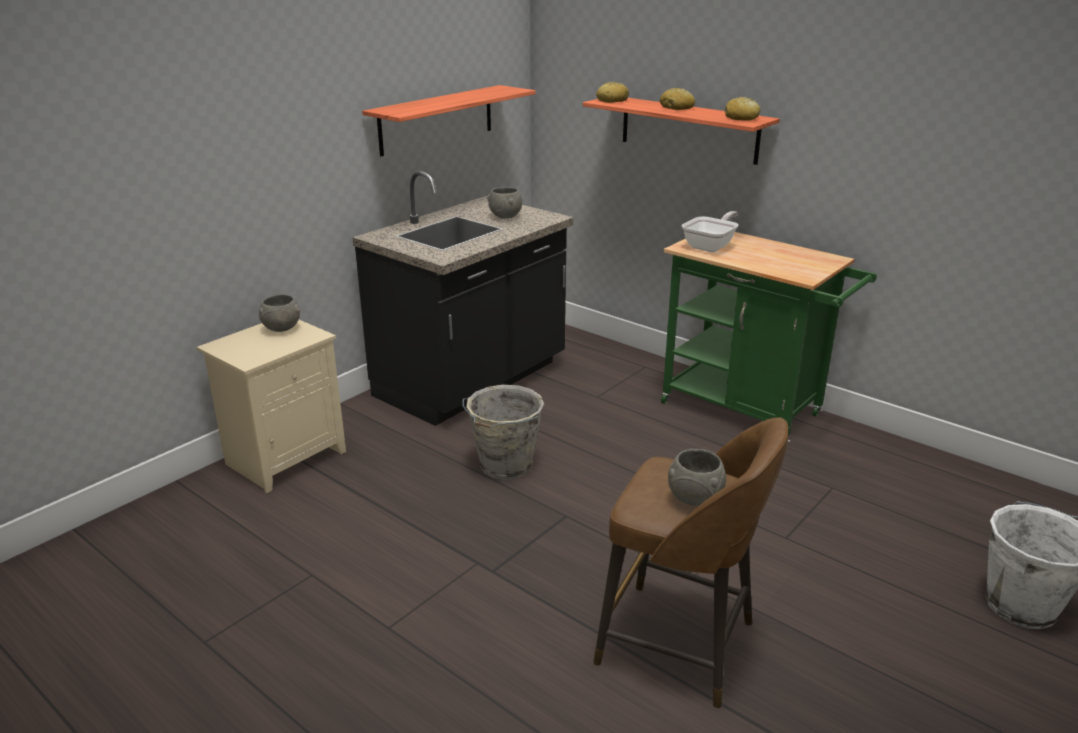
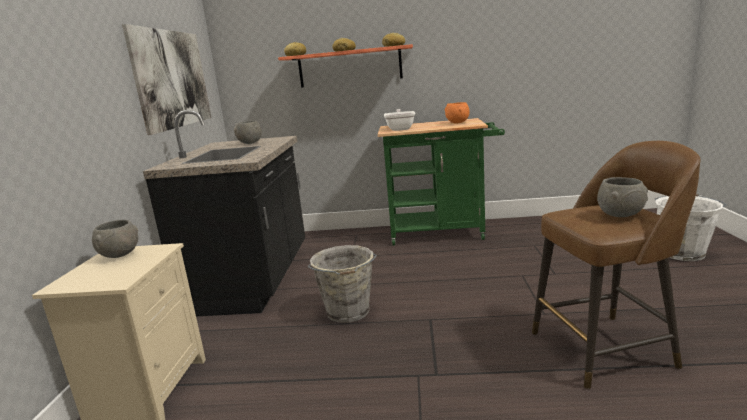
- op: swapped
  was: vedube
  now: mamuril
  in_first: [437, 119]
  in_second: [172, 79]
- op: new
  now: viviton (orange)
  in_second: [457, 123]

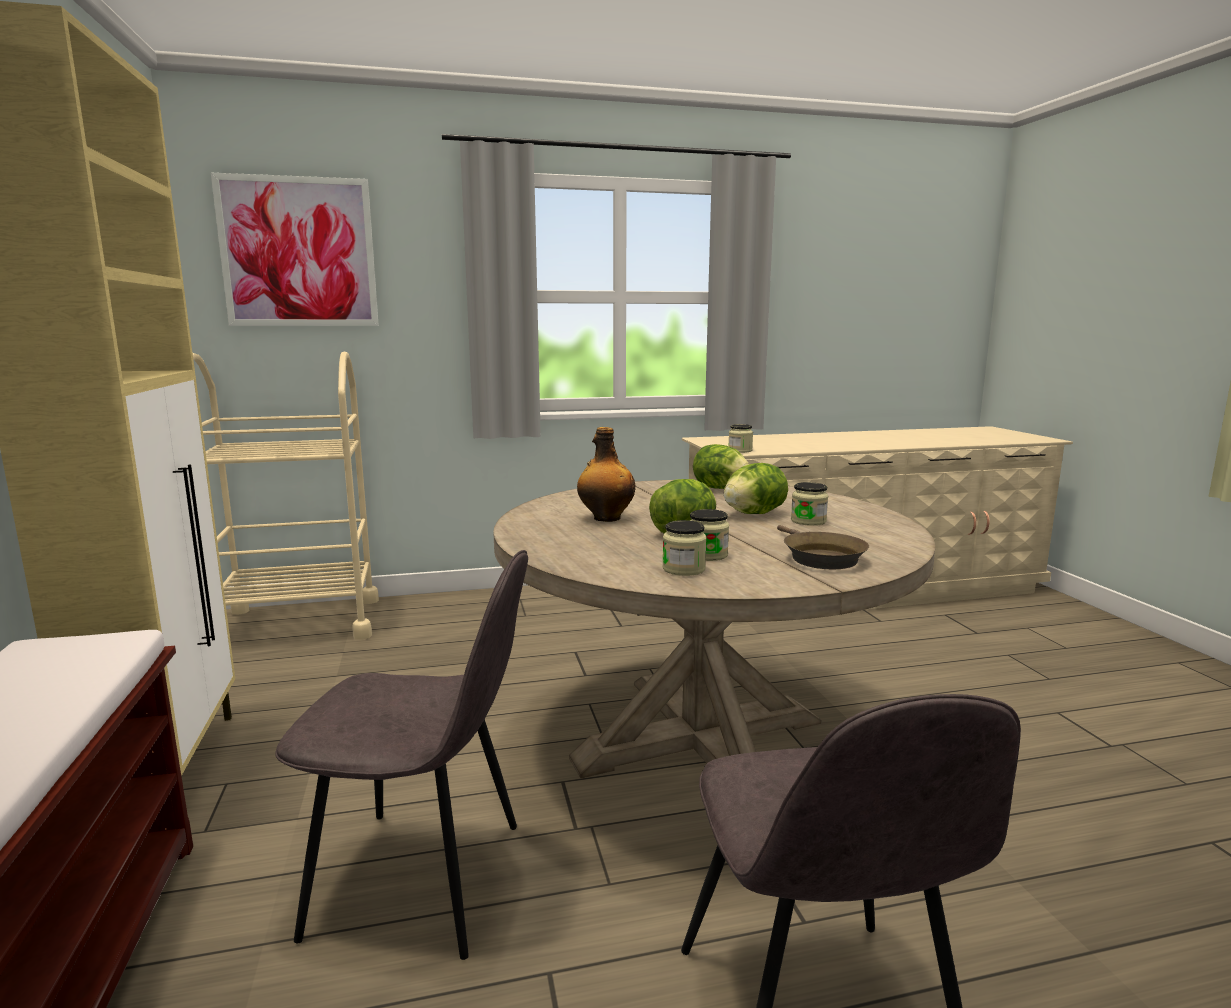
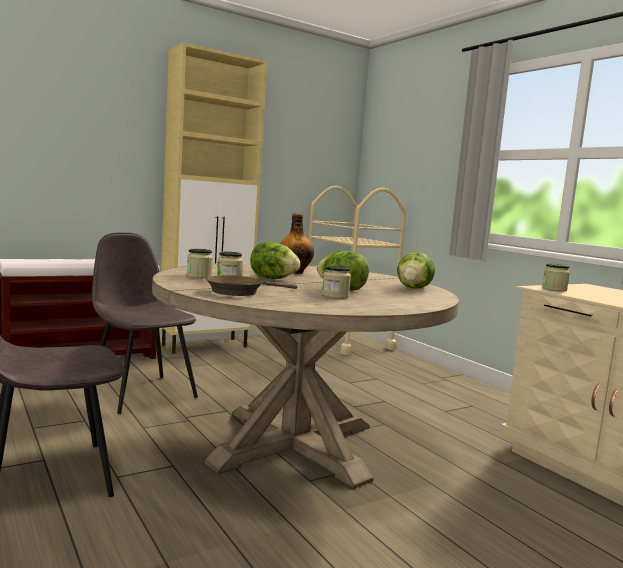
- op: rotated
  was: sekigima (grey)
  in_first: [423, 880]
  in_second: [141, 393]
  clockwise: 150
- op: gone
  was: mamuril
  in_first: [298, 252]

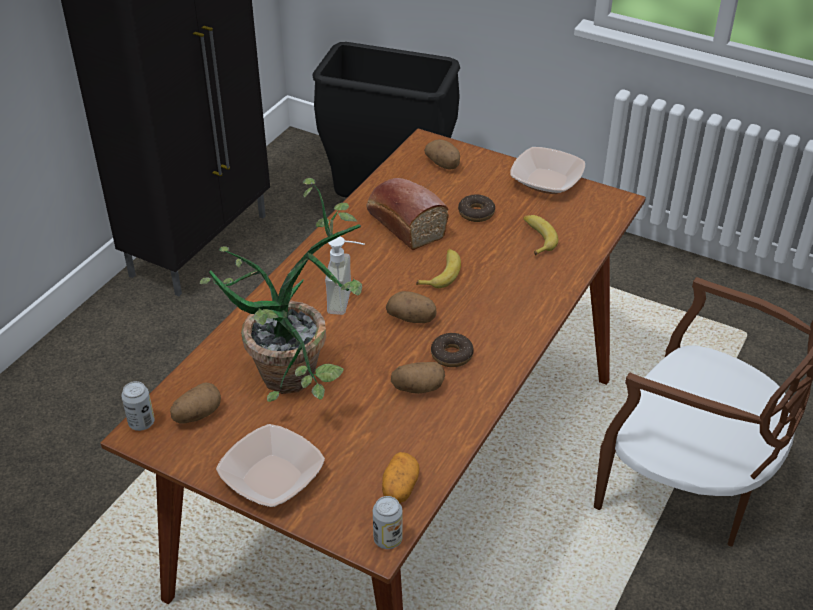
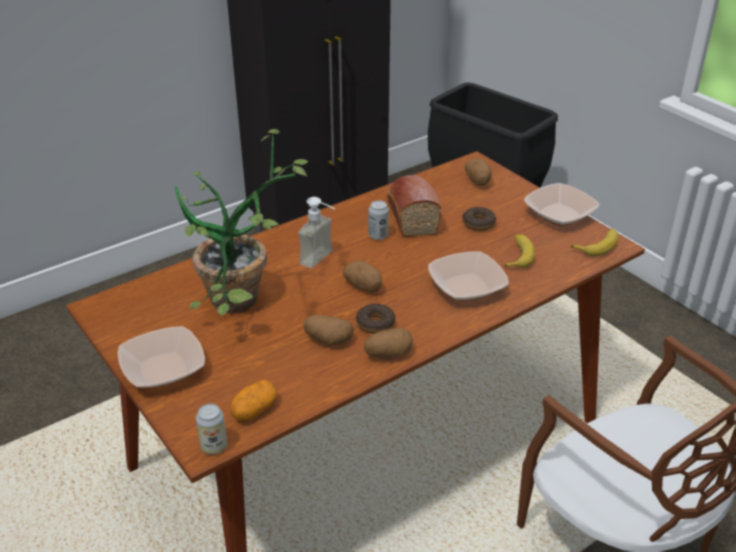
- op: shifted
  was: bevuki
  in_first: [197, 415]
  in_second: [388, 354]
- op: shifted
  was: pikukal
  in_first: [141, 423]
  in_second: [378, 236]
- op: new
  now: viviton
  in_second: [466, 287]
- op: shifted
  was: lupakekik
  in_first: [441, 273]
  in_second: [598, 246]

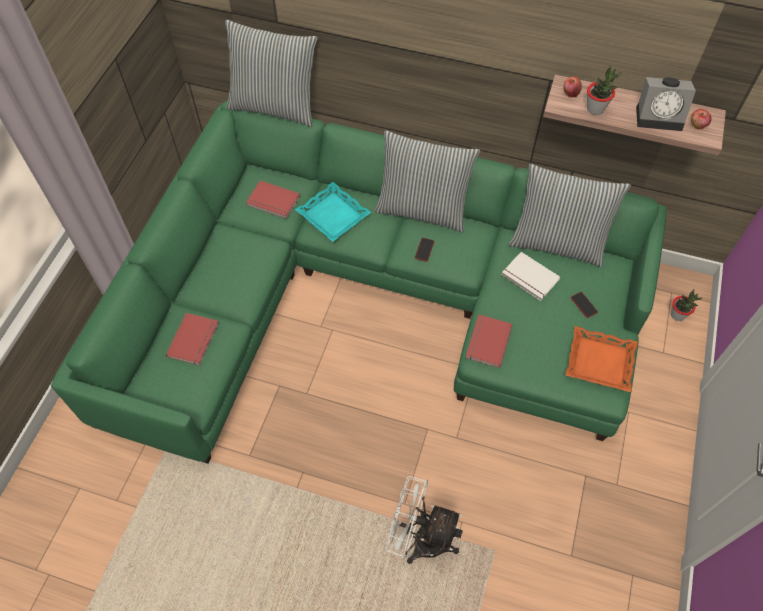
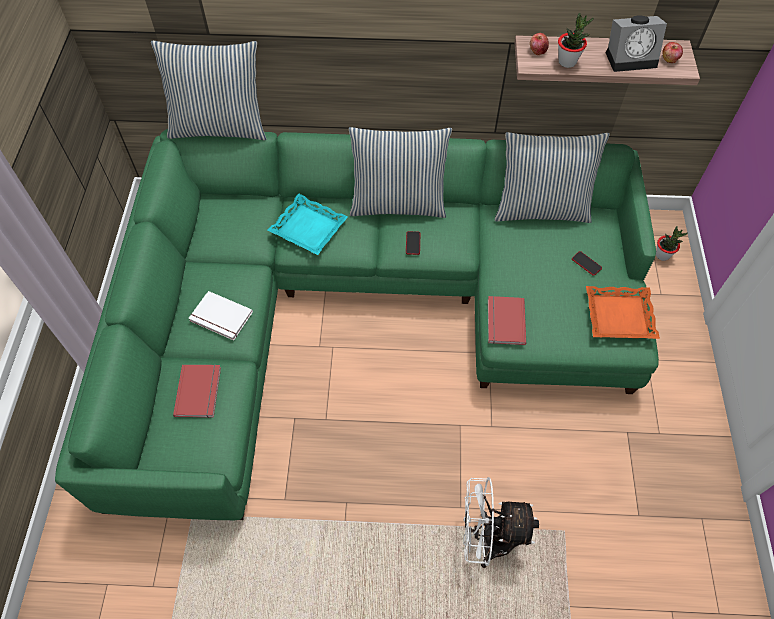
- op: shifted
  was: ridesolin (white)
  in_first: [529, 278]
  in_second: [220, 318]
- op: gone
  was: ridesolin (red)
  in_first: [272, 202]

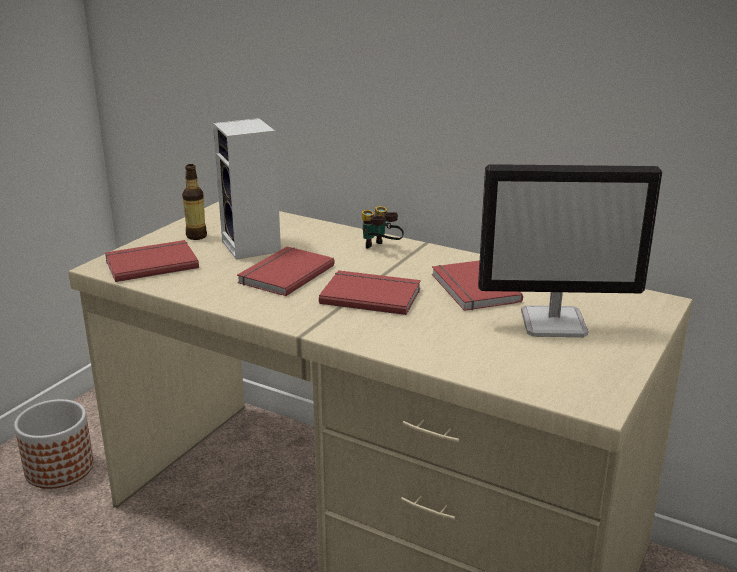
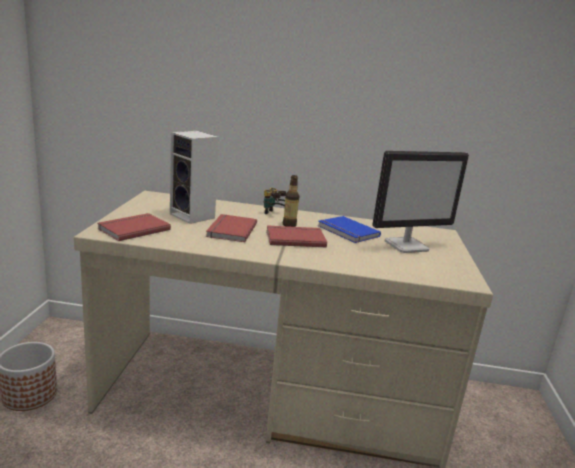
- op: shifted
  was: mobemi
  in_first: [196, 236]
  in_second: [289, 225]
- op: repainted
  was: ridesolin (red)
  now: ridesolin (blue)
  in_first: [472, 289]
  in_second: [347, 231]

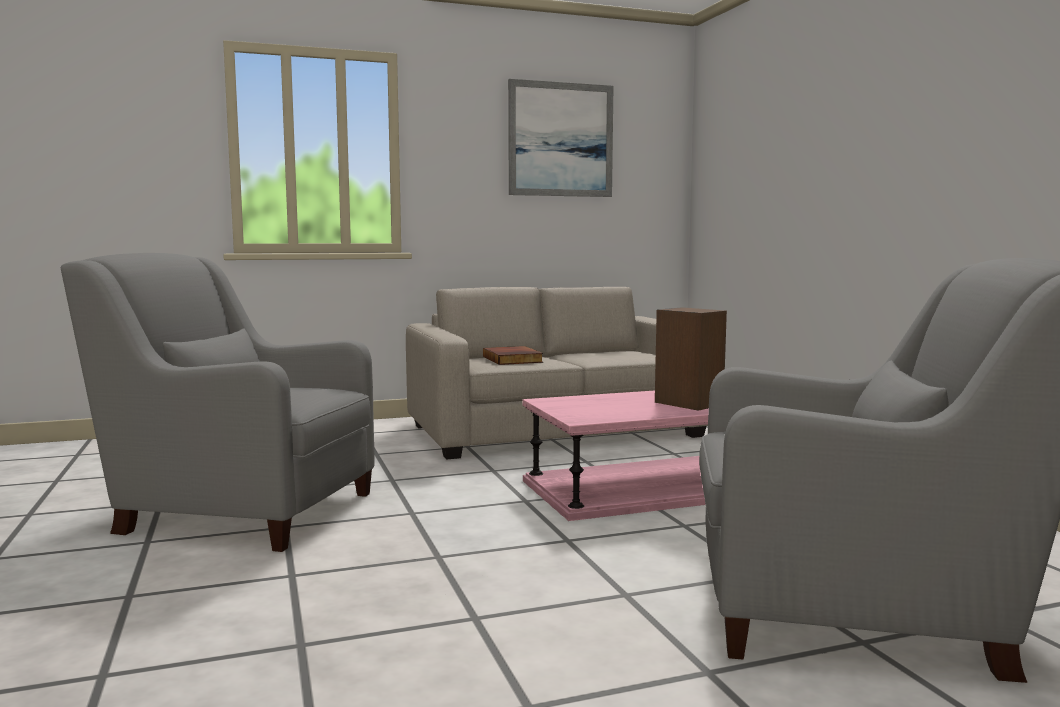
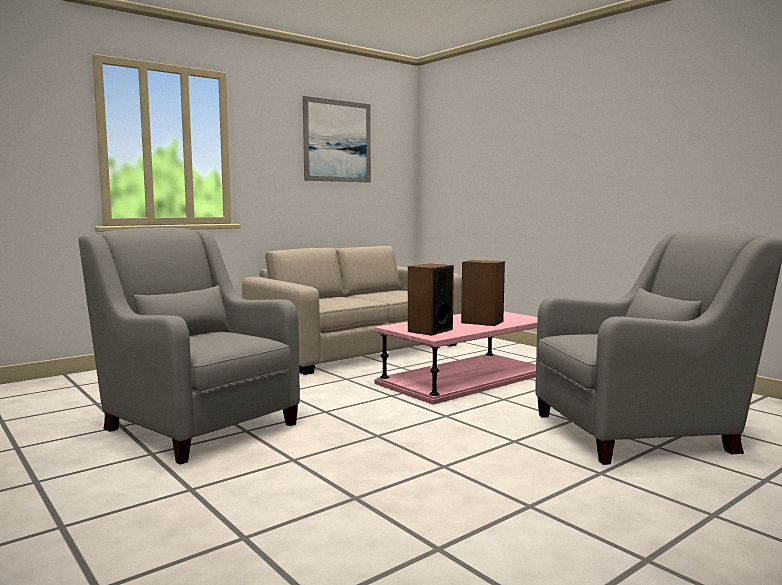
- op: rotated
  was: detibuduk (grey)
  in_first: [241, 511]
  in_second: [197, 424]
  clockwise: 45
- op: new
  now: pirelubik
  in_second: [430, 330]
- op: gone
  was: ridesolin
  in_first: [513, 359]

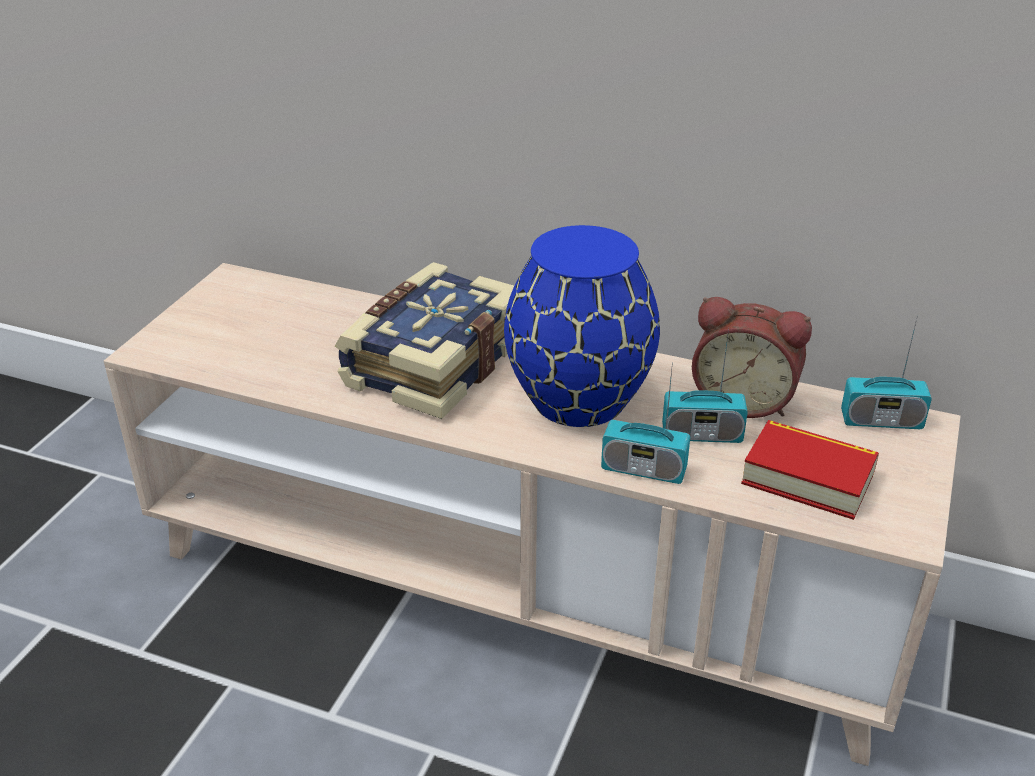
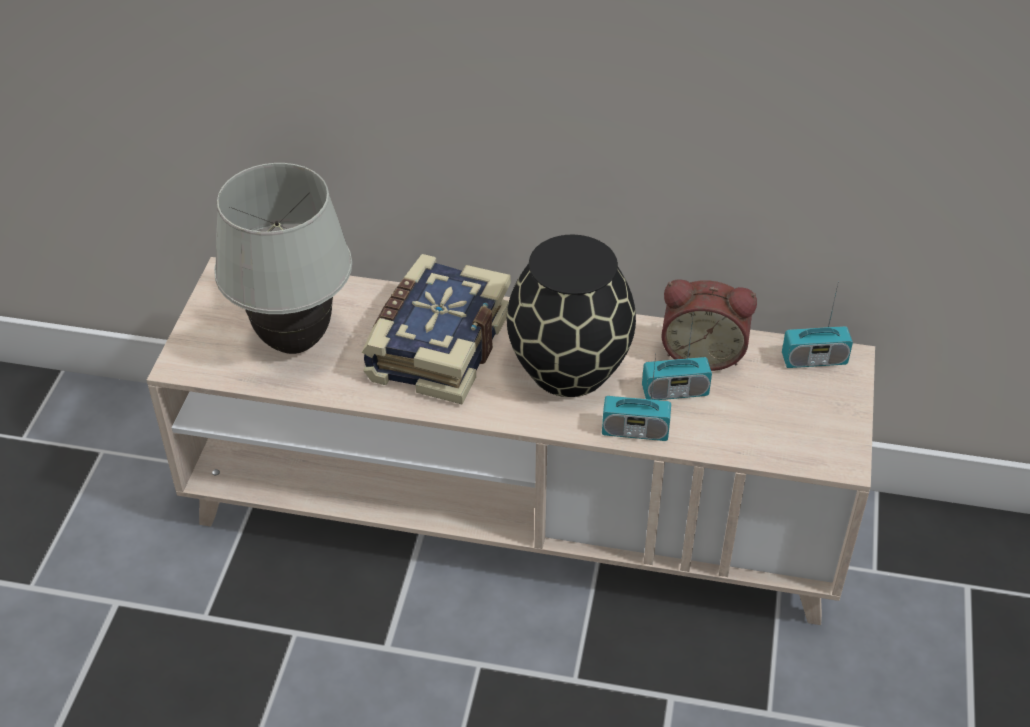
- op: new
  now: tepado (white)
  in_second: [295, 341]
- op: repainted
  was: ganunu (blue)
  now: ganunu (black)
  in_first: [580, 400]
  in_second: [570, 370]
- op: gone
  was: ridesolin
  in_first: [808, 478]

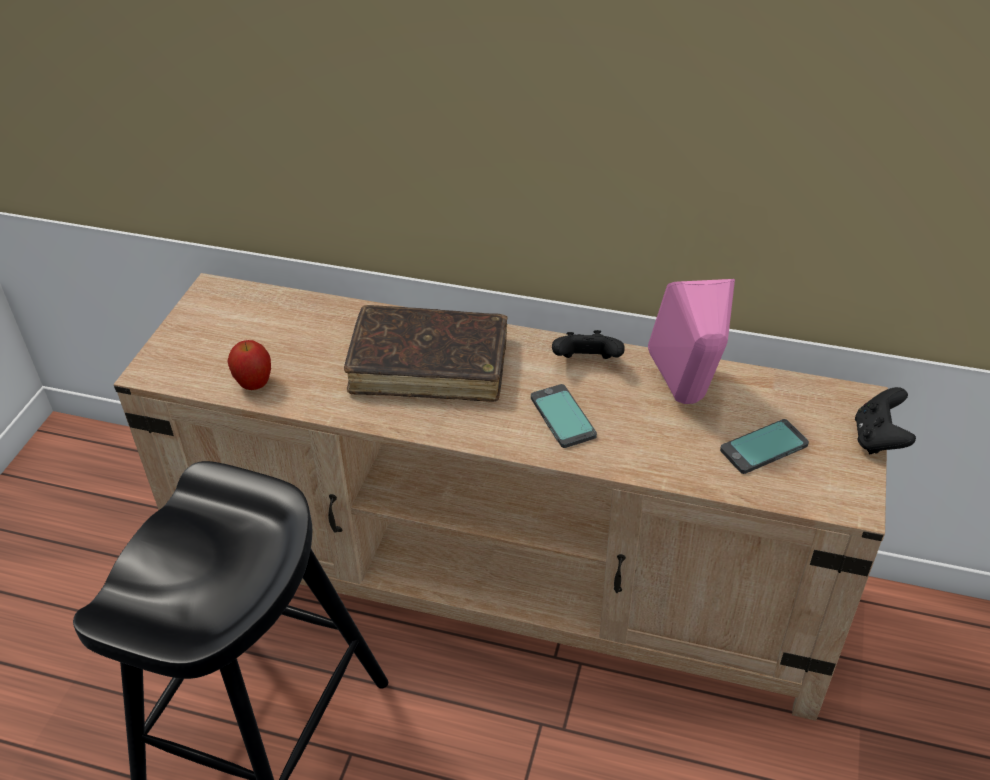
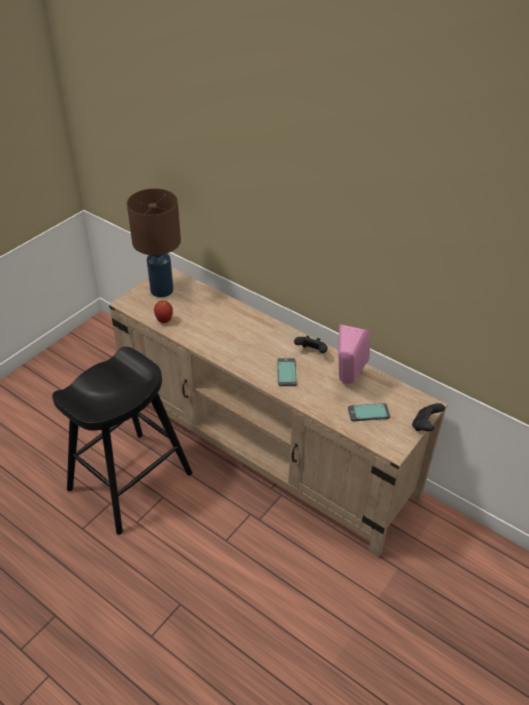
- op: new
  now: tepado (brown)
  in_second: [161, 289]
- op: gone
  was: ridesolin (brown)
  in_first: [429, 366]

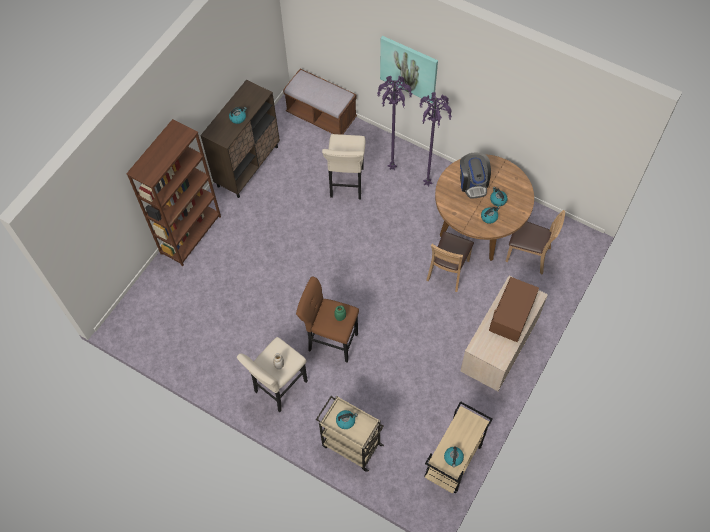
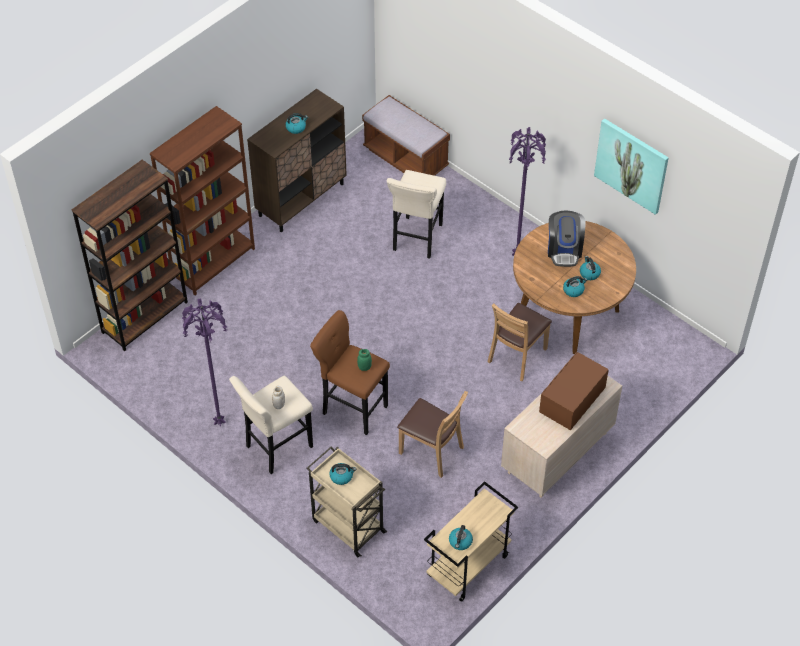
- op: new
  now: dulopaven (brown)
  in_second: [145, 317]
- op: shifted
  was: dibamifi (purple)
  in_first: [391, 167]
  in_second: [219, 422]
- op: shifted
  was: sekigima (brown)
  in_first: [528, 255]
  in_second: [431, 451]
- op: shifted
  was: mamuril
  in_first: [409, 68]
  in_second: [632, 165]

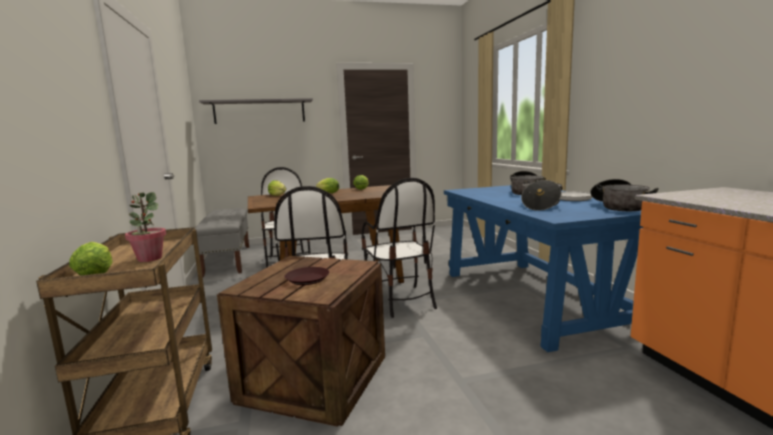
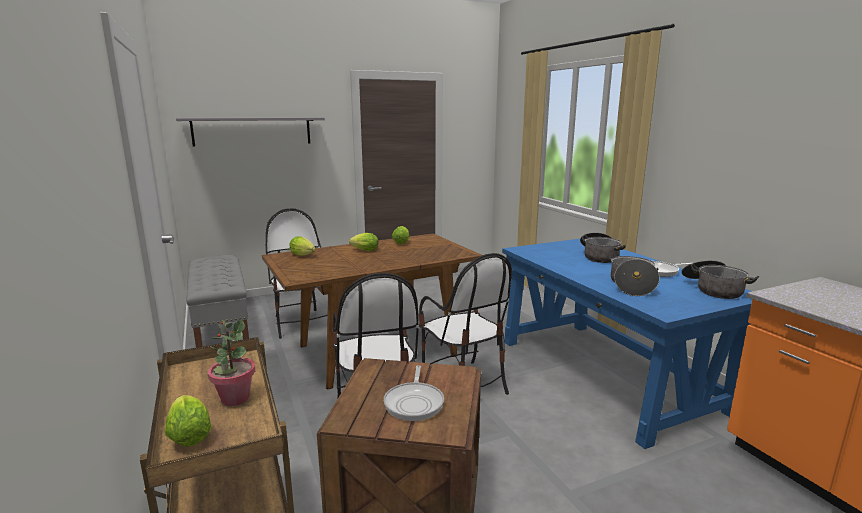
- op: swapped
  was: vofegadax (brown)
  now: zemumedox
  in_first: [308, 279]
  in_second: [414, 402]

